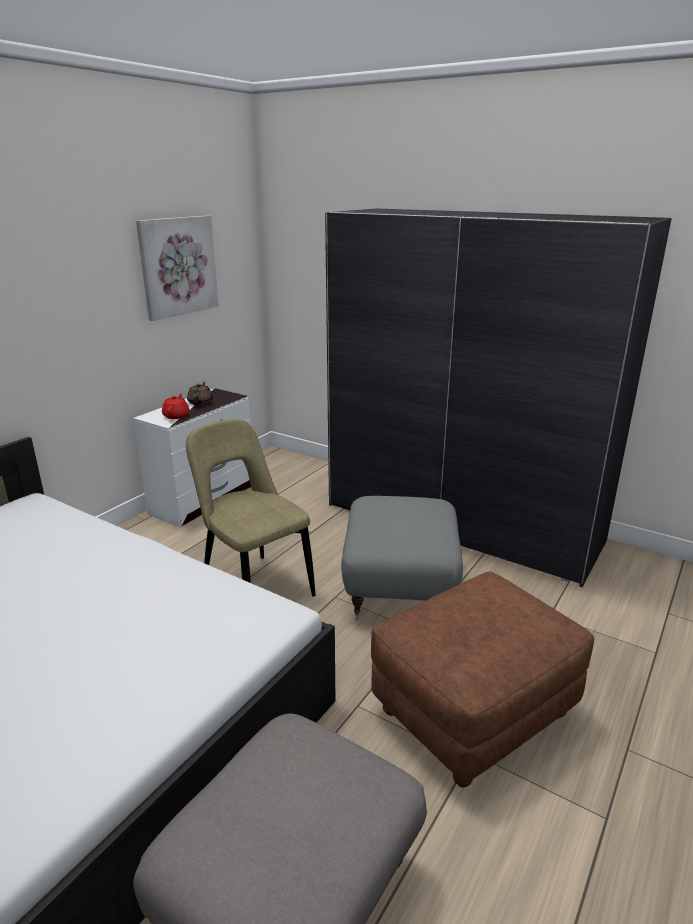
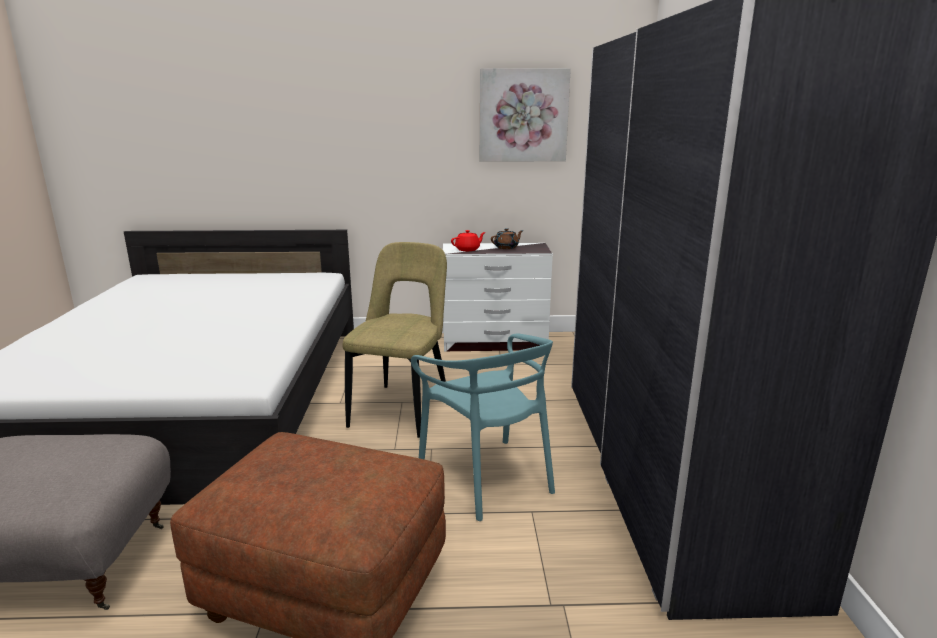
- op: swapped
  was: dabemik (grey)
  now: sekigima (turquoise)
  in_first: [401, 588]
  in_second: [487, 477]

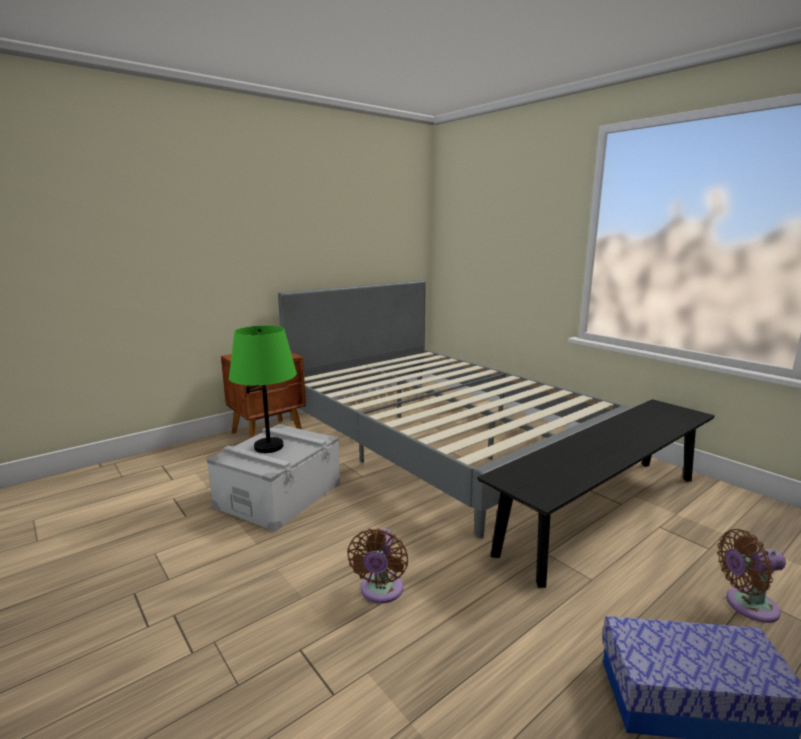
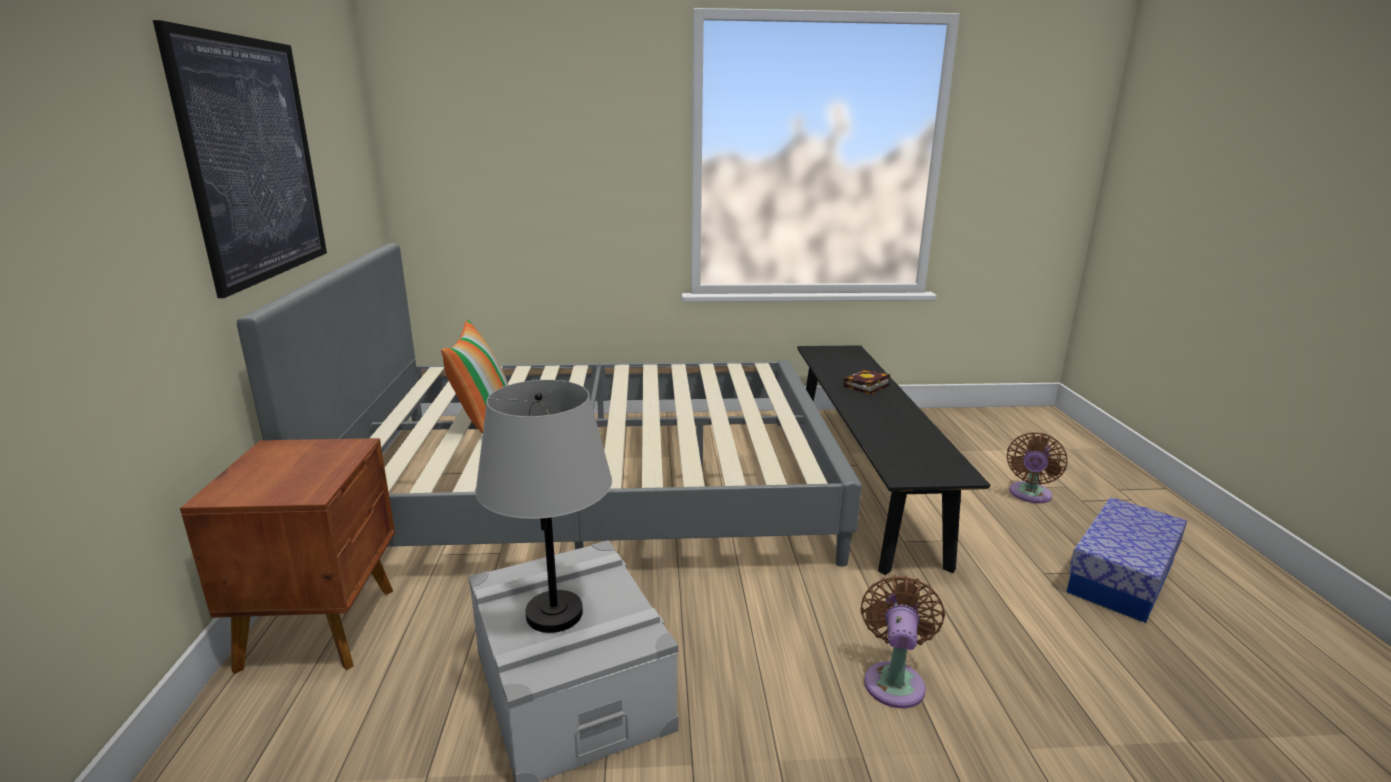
- op: new
  now: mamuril
  in_second: [254, 160]
- op: new
  now: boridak
  in_second: [483, 421]
- op: repainted
  was: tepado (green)
  now: tepado (grey)
  in_first: [269, 446]
  in_second: [553, 613]
- op: new
  now: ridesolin
  in_second: [866, 387]
- op: rotated
  was: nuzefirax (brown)
  in_first: [380, 591]
  in_second: [894, 680]
  clockwise: -120

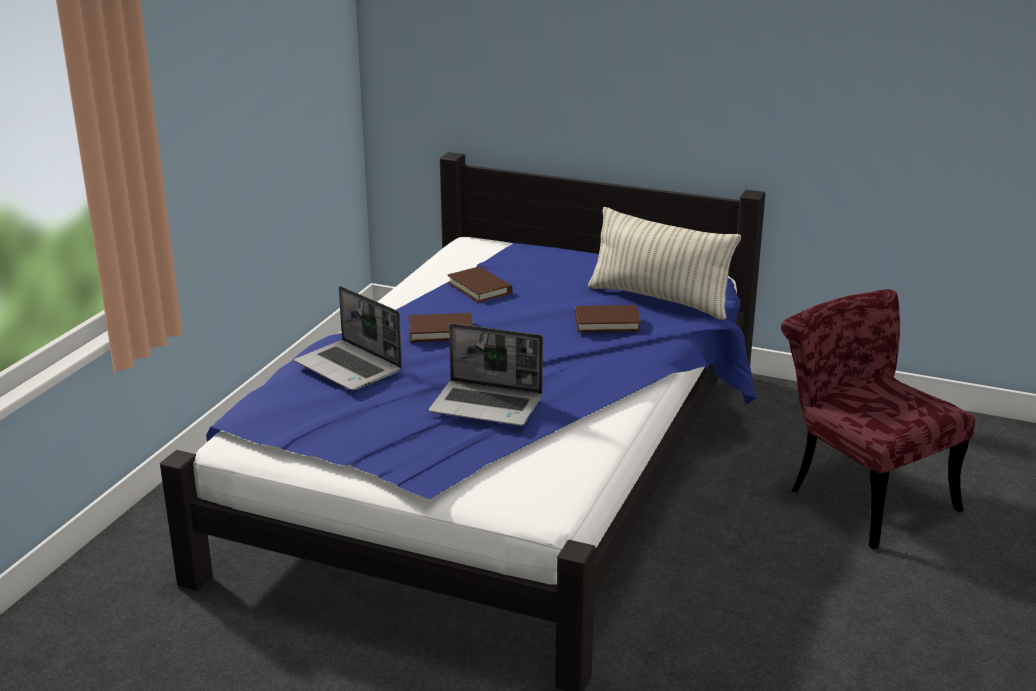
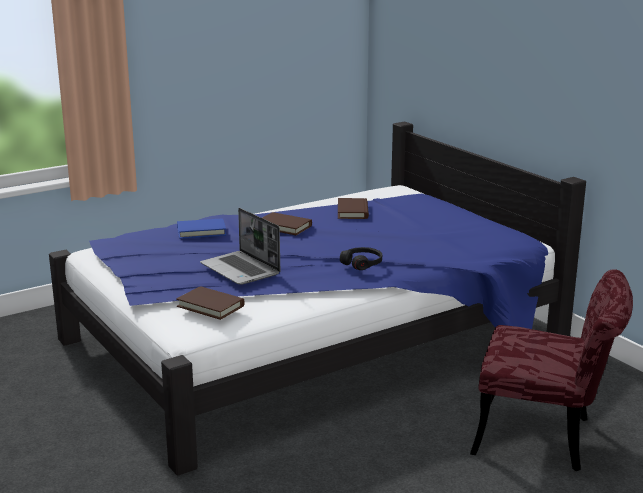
- op: shifted
  was: ridesolin (brown)
  in_first: [607, 322]
  in_second: [210, 306]
- op: swapped
  was: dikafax
  now: ridesolin (blue)
  in_first: [350, 368]
  in_second: [201, 231]
- op: new
  now: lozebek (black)
  in_second: [362, 263]
- op: rotated
  was: sekigima (red)
  in_first: [860, 493]
  in_second: [546, 438]
  clockwise: 105
- op: gone
  was: boridak
  in_first: [659, 299]

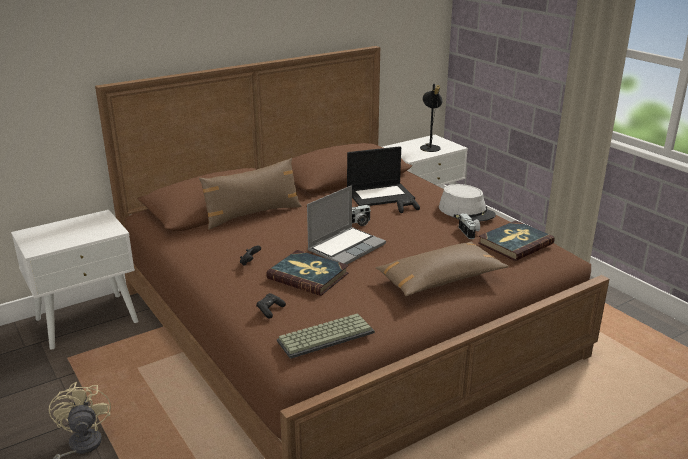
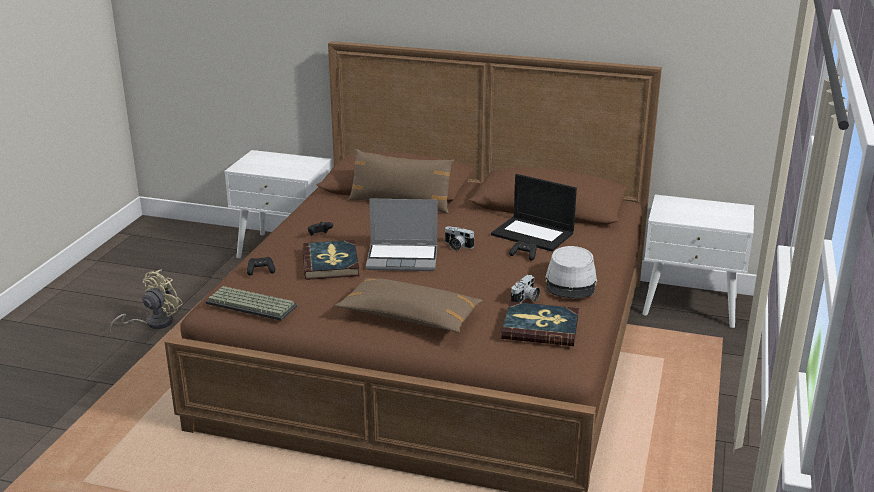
- op: gone
  was: tepado (black)
  in_first: [430, 147]

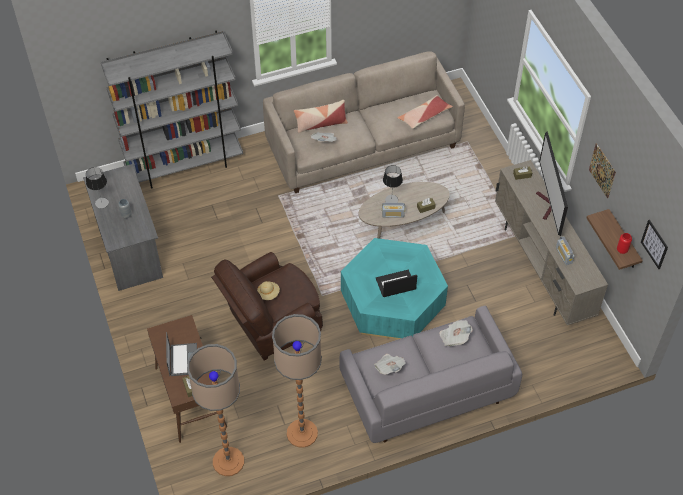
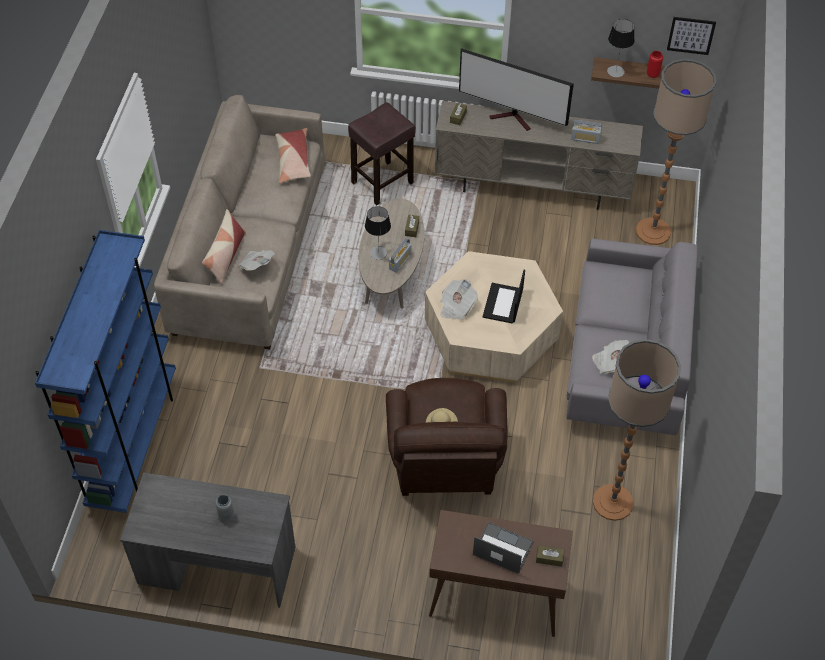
- op: repainted
  was: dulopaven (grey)
  now: dulopaven (blue)
  in_first: [185, 166]
  in_second: [134, 443]
- op: new
  now: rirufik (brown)
  in_second: [383, 182]
- op: repainted
  was: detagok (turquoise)
  now: detagok (beige)
  in_first: [392, 302]
  in_second: [490, 334]
- op: shifted
  was: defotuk
  in_first: [454, 337]
  in_second: [456, 306]
- op: shifted
  was: tepado
  in_first: [102, 203]
  in_second: [615, 71]
- op: shifted
  was: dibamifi
  in_first: [228, 461]
  in_second: [653, 231]
- op: gone
  was: mamuril
  in_first: [602, 170]

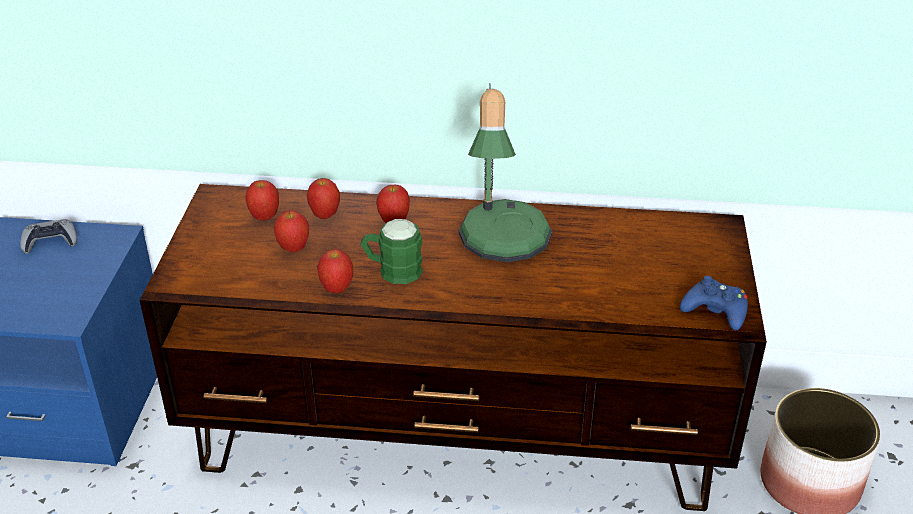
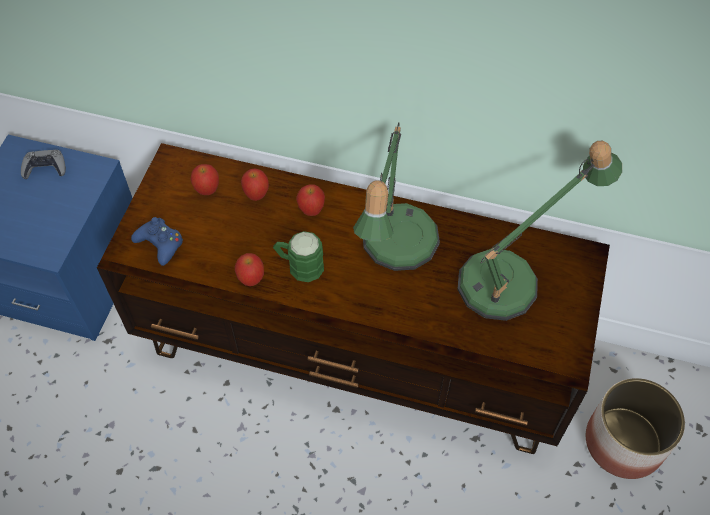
- op: shifted
  was: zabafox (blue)
  in_first: [715, 311]
  in_second: [160, 244]
- op: new
  now: tepado
  in_second: [510, 279]
- op: gone
  was: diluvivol
  in_first: [293, 249]

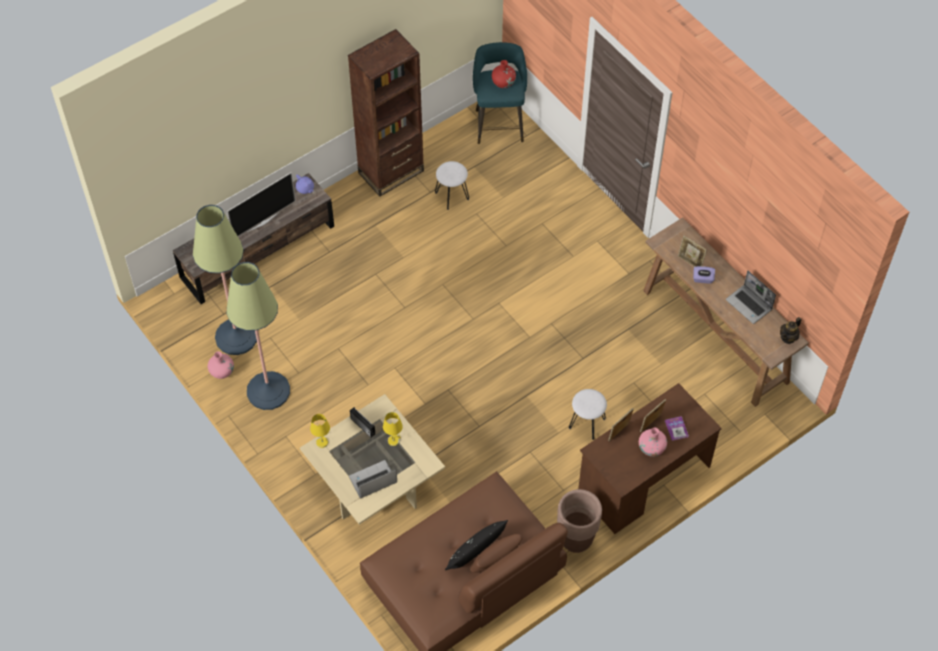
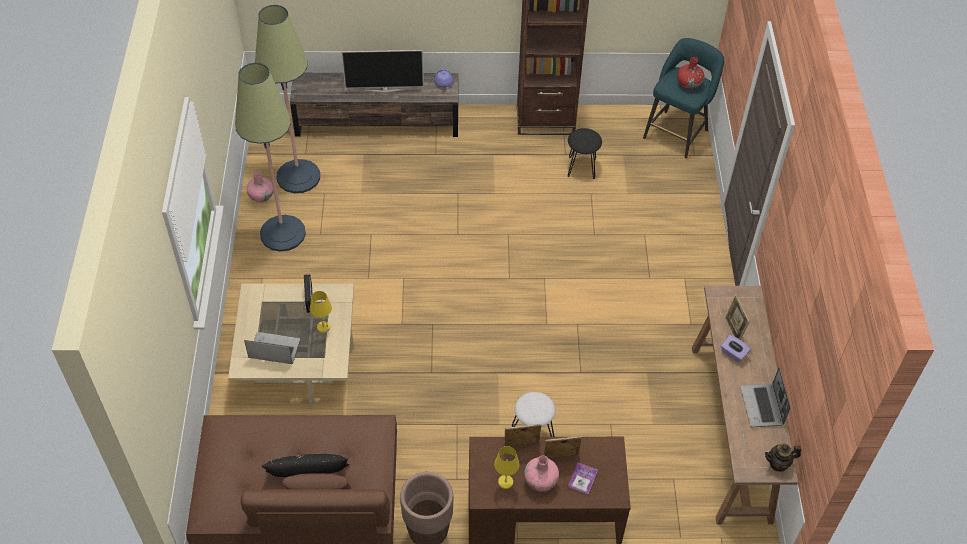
- op: shifted
  was: tepado (yellow)
  in_first: [321, 442]
  in_second: [505, 482]
- op: repainted
  was: rirufik (white)
  now: rirufik (black)
  in_first: [452, 196]
  in_second: [582, 167]

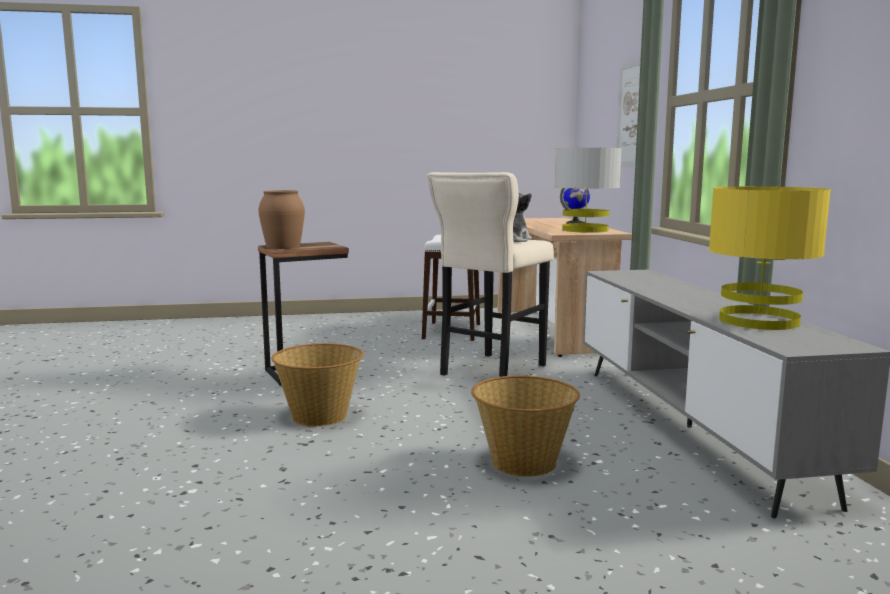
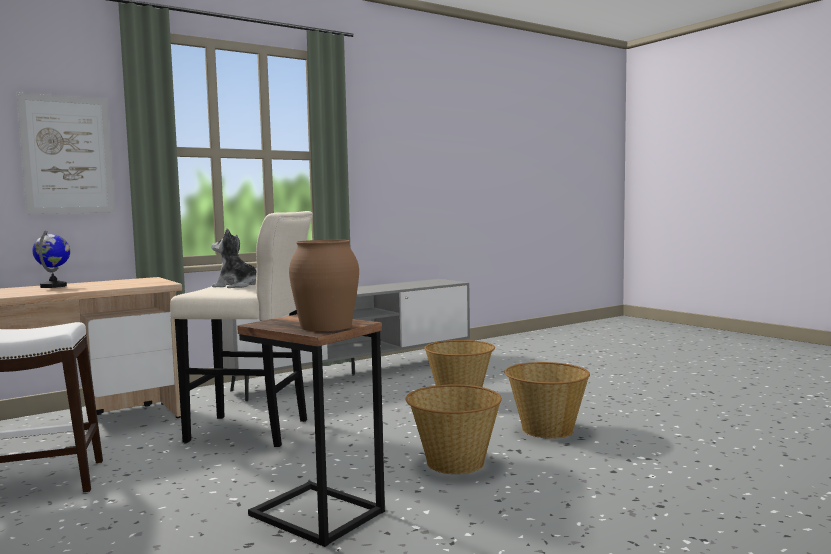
- op: new
  now: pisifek
  in_second: [546, 429]
- op: gone
  was: tepado (grey)
  in_first: [584, 230]
- op: gone
  was: tepado (yellow)
  in_first: [759, 321]

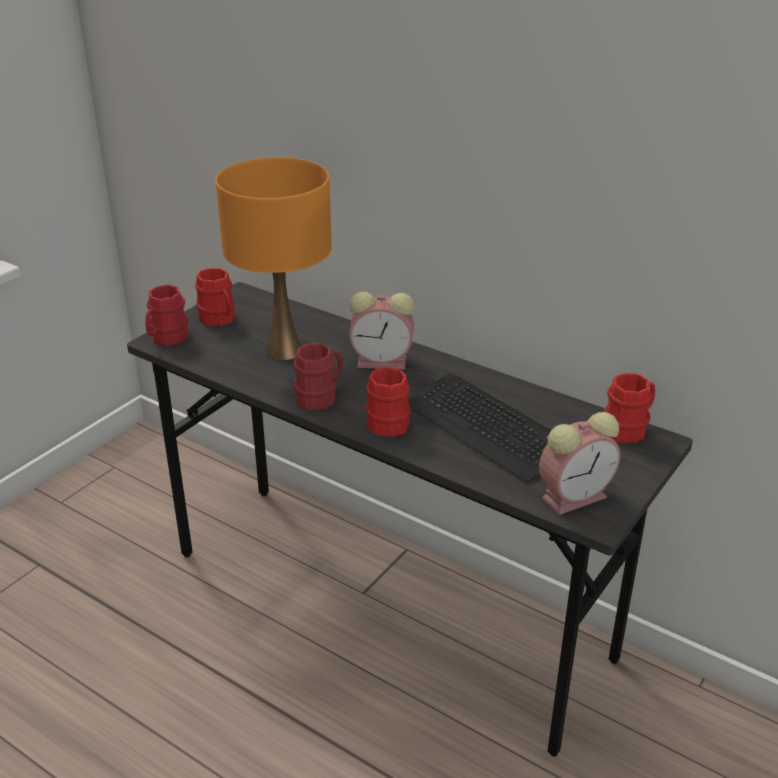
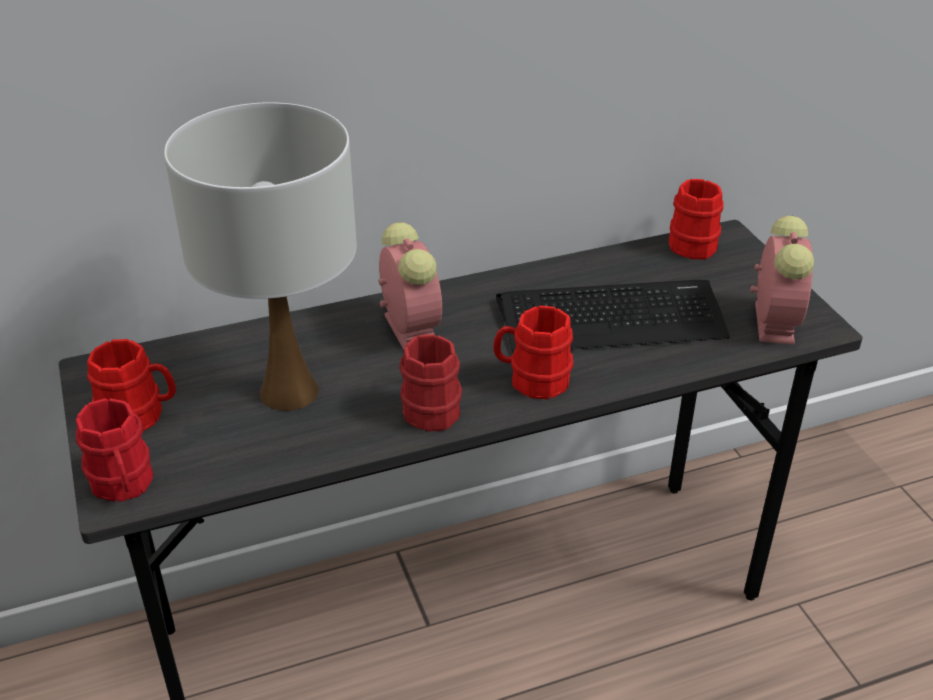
- op: repainted
  was: tepado (orange)
  now: tepado (white)
  in_first: [283, 350]
  in_second: [288, 392]
- op: rotated
  was: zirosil
  in_first: [384, 361]
  in_second: [408, 328]
  clockwise: -60

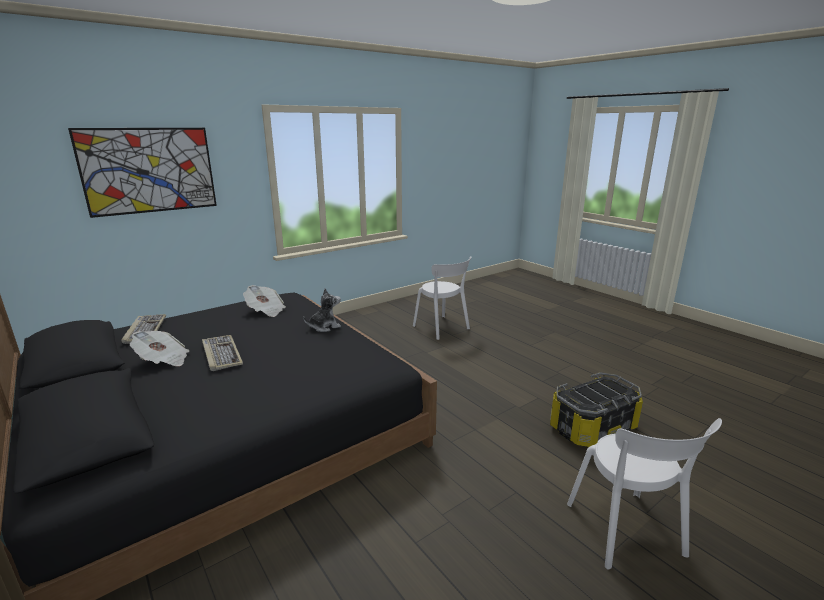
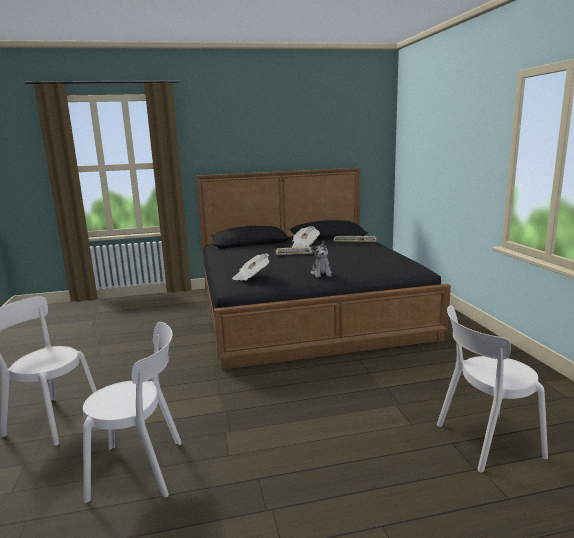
- op: swapped
  was: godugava
  now: sekigima (white)
  in_first: [592, 427]
  in_second: [142, 469]
- op: shifted
  was: defotuk
  in_first: [265, 310]
  in_second: [251, 277]
- op: gone
  was: mamuril
  in_first: [149, 170]

